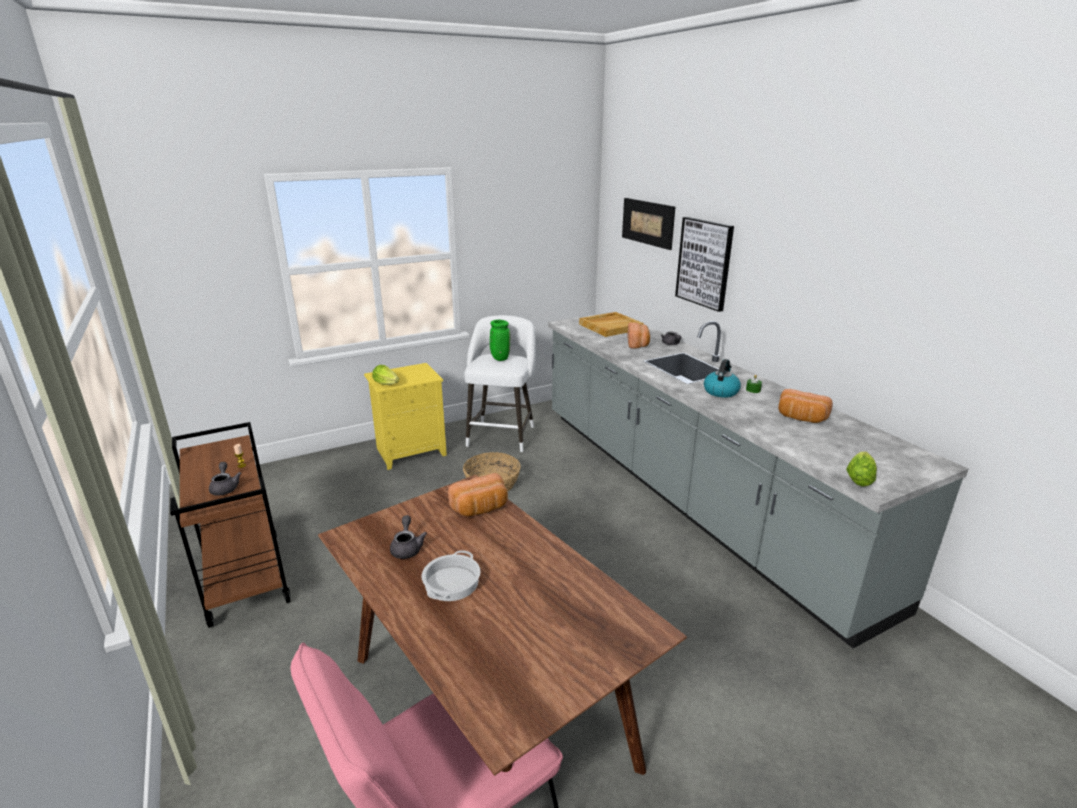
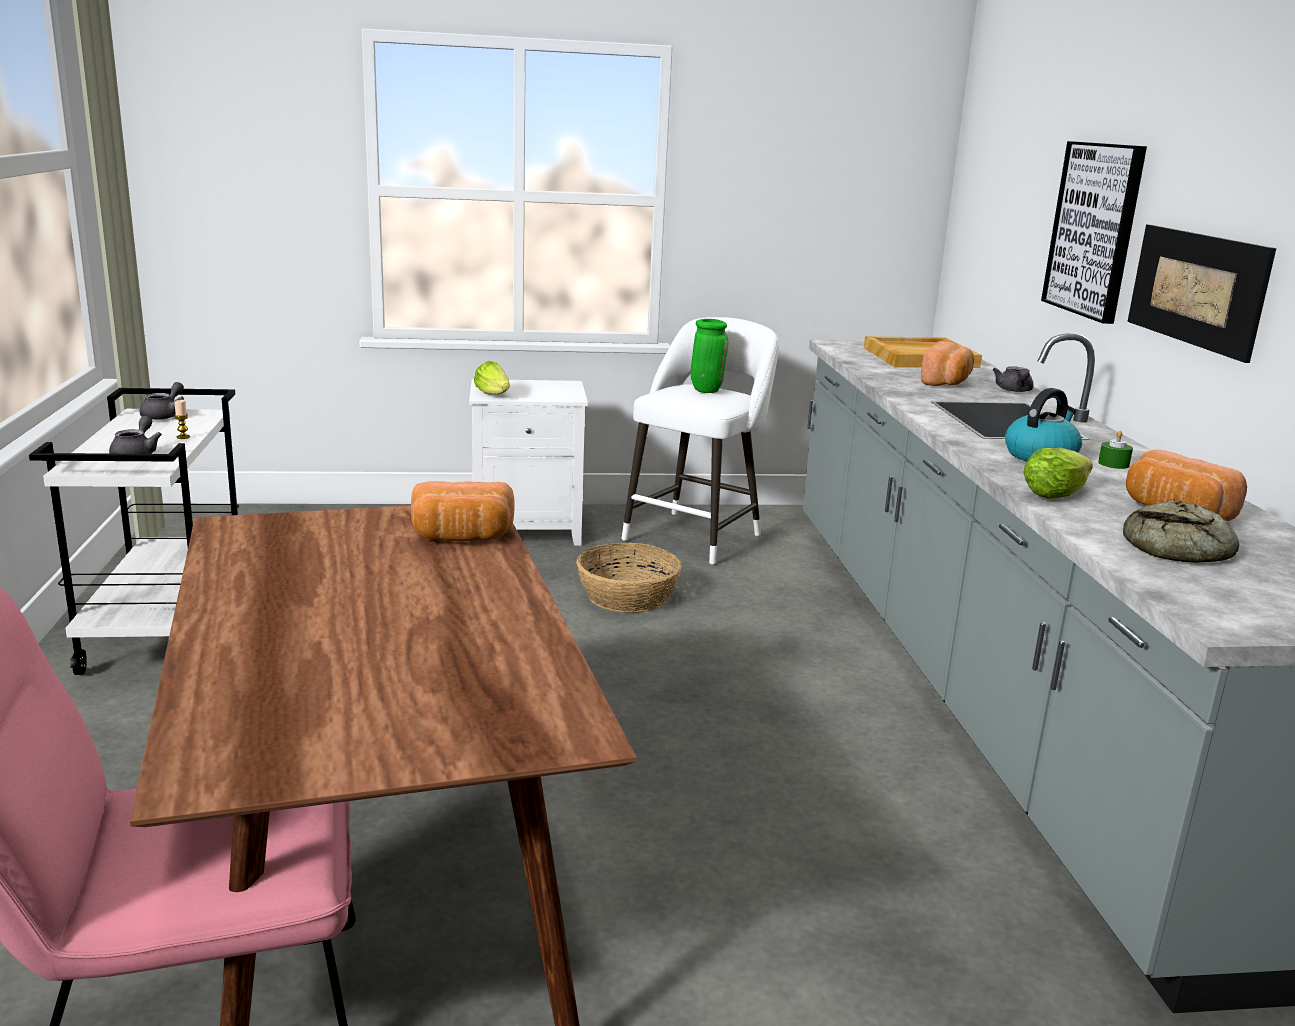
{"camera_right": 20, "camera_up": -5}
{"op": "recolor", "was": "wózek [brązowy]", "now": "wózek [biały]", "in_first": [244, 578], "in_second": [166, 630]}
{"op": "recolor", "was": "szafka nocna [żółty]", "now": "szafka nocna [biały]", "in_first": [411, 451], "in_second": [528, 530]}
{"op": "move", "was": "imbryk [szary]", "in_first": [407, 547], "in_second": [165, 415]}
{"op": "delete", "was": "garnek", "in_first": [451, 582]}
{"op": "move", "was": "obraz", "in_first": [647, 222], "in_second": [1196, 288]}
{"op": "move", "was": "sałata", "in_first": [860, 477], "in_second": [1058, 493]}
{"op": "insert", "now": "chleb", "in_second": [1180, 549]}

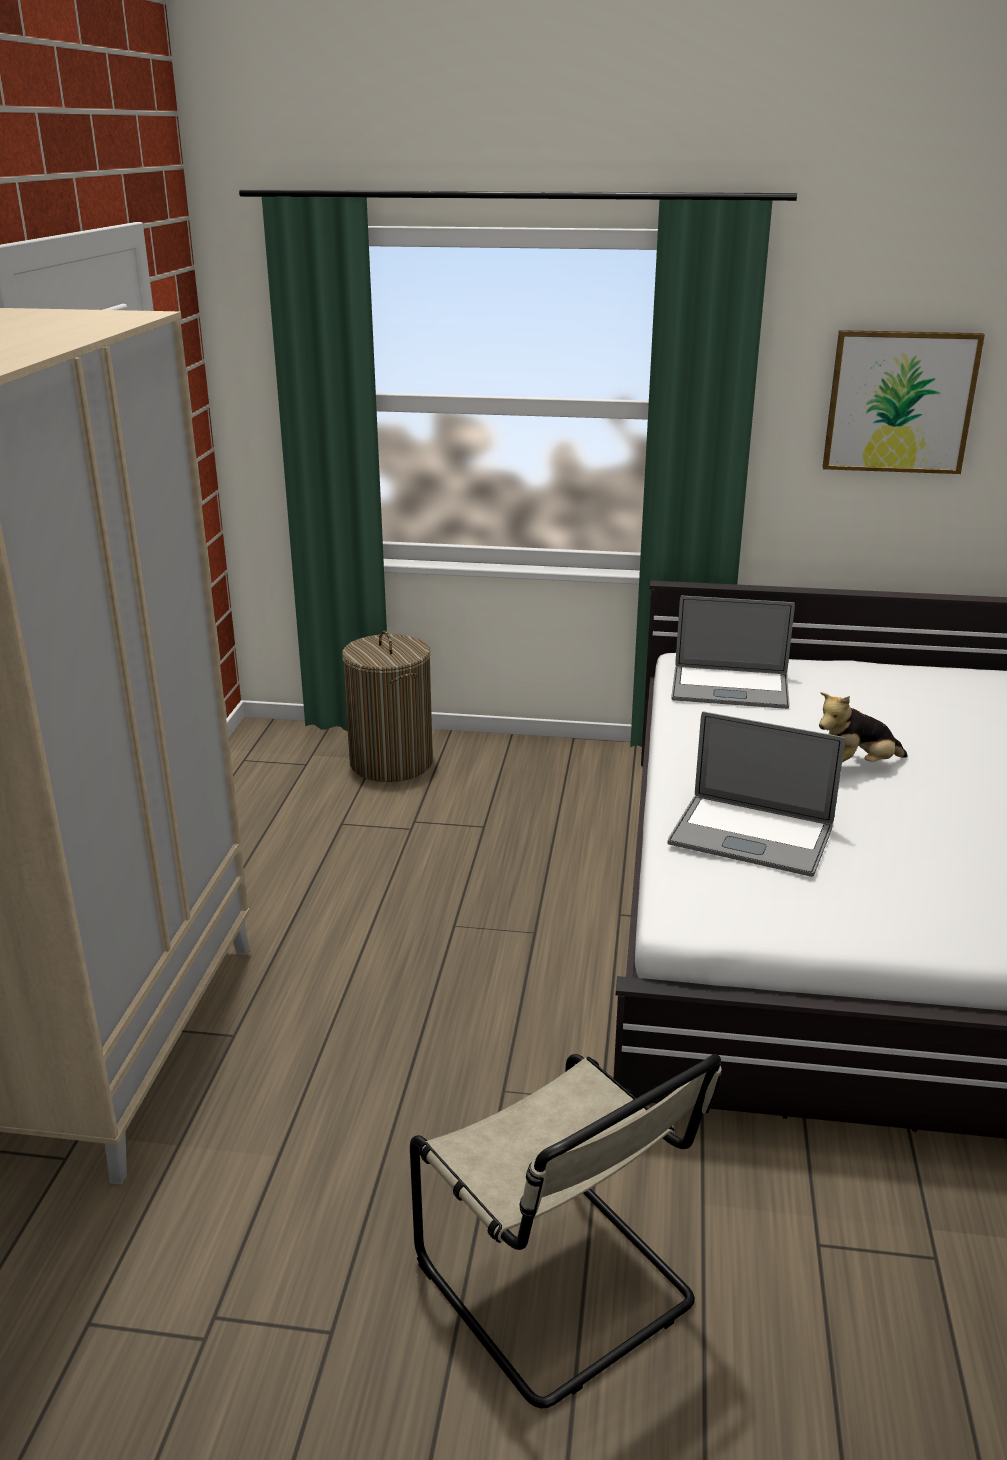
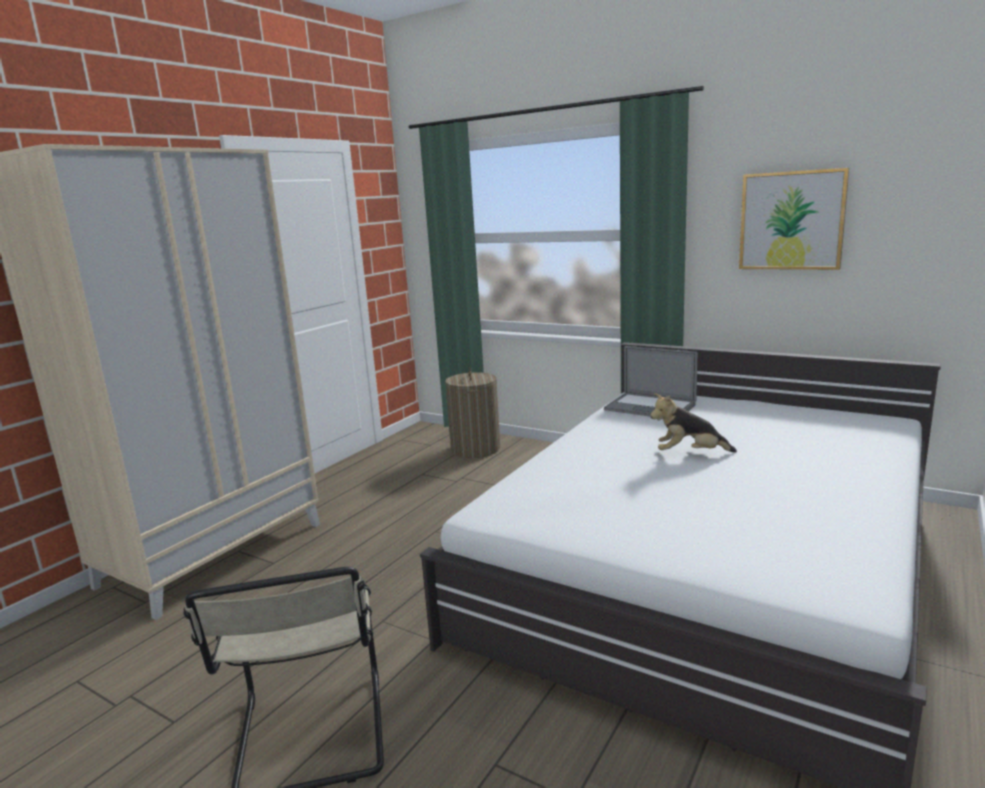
{"camera_right": 25, "camera_up": -10}
{"op": "delete", "was": "laptop", "in_first": [750, 835]}

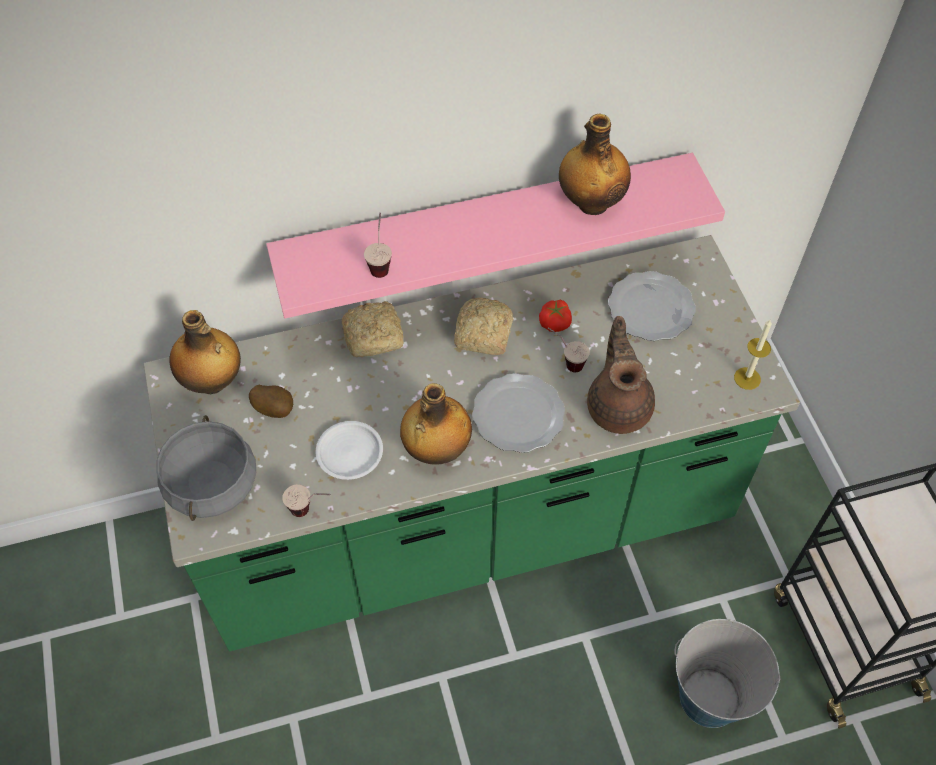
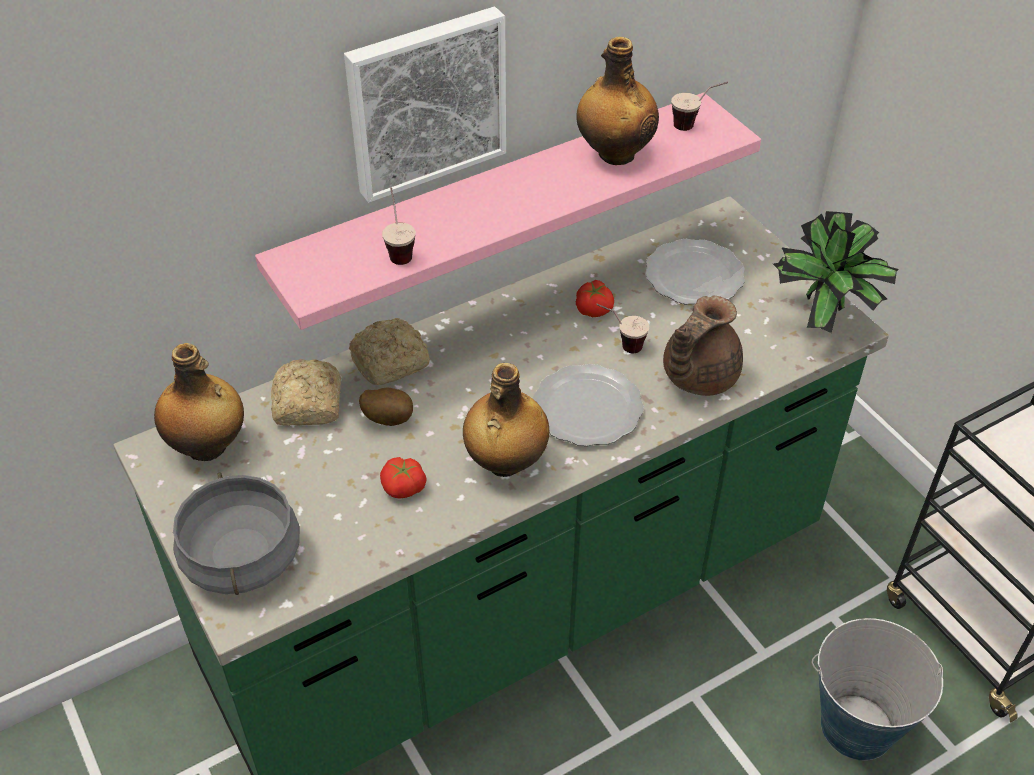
{"camera_right": -15, "camera_up": -10}
{"op": "move", "was": "ziemniak", "in_first": [275, 409], "in_second": [388, 418]}
{"op": "move", "was": "filiżanka", "in_first": [310, 511], "in_second": [695, 125]}
{"op": "replace", "was": "talerz [biały]", "now": "pomidor", "in_first": [350, 453], "in_second": [404, 488]}
{"op": "move", "was": "chleb", "in_first": [482, 335], "in_second": [307, 405]}
{"op": "rotate", "was": "imbryk [brązowy]", "in_first": [619, 406], "in_second": [697, 376], "clockwise": -120}
{"op": "replace", "was": "świeca", "now": "roślina doniczkowa", "in_first": [747, 378], "in_second": [824, 323]}
{"op": "insert", "now": "obraz", "in_second": [425, 101]}

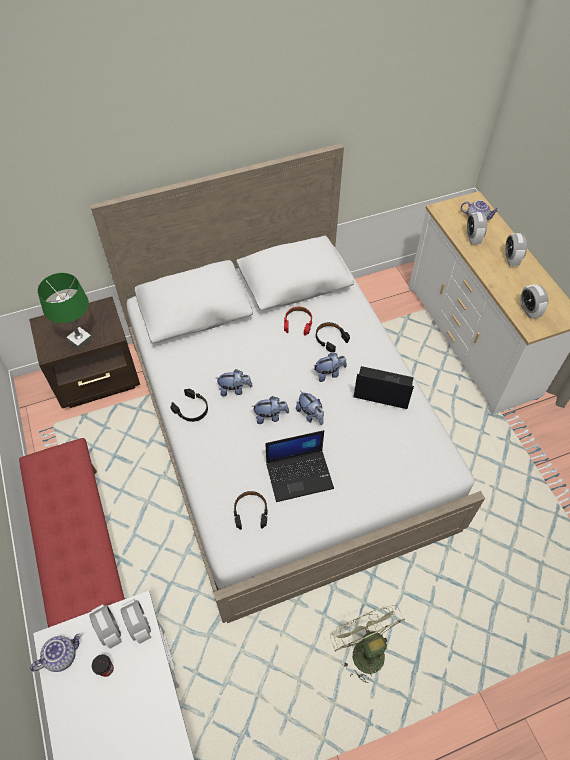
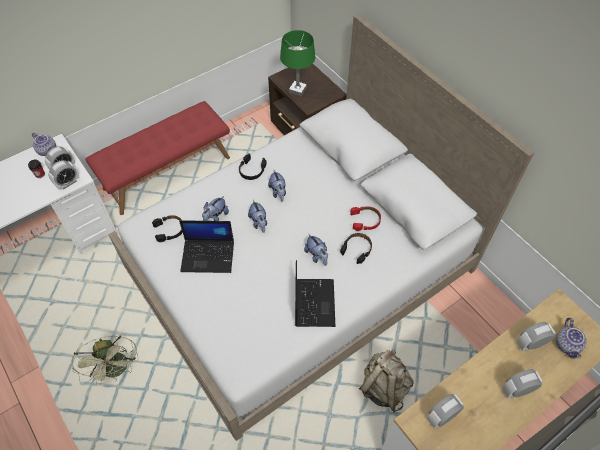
{"camera_right": 75, "camera_up": 0}
{"op": "rotate", "was": "laptop", "in_first": [300, 474], "in_second": [208, 255], "clockwise": -60}
{"op": "move", "was": "pluszak", "in_first": [310, 415], "in_second": [215, 217]}
{"op": "rotate", "was": "wentylator [zielony]", "in_first": [363, 649], "in_second": [117, 370], "clockwise": 105}
{"op": "insert", "now": "plecak [beżowy]", "in_second": [383, 387]}

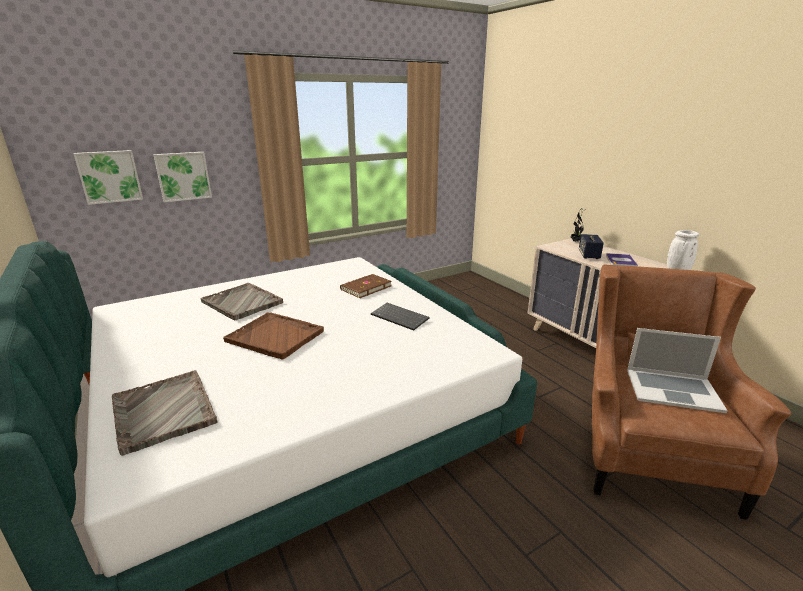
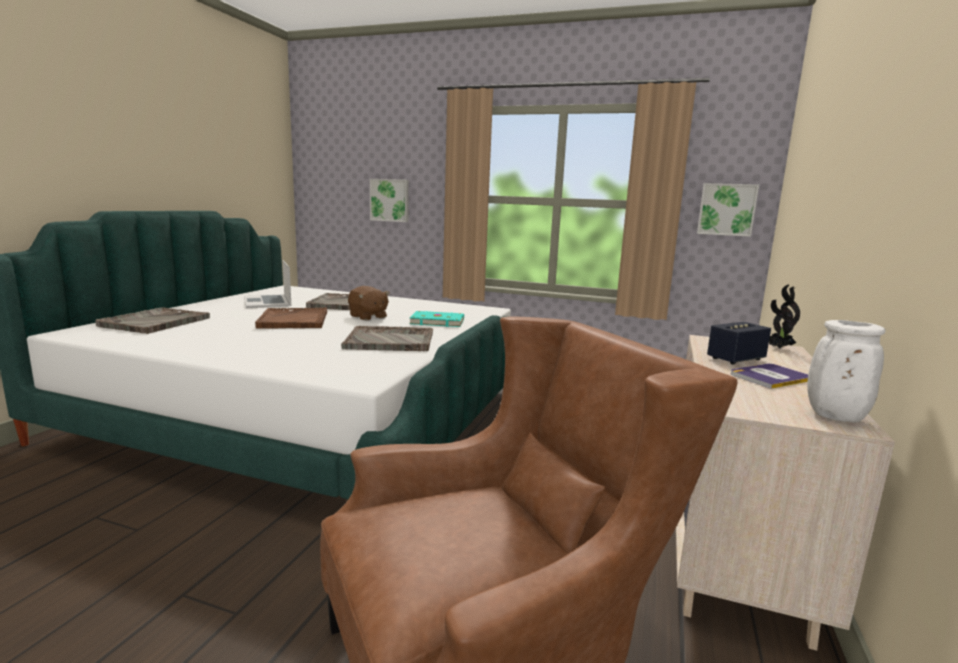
{"camera_right": 50, "camera_up": -10}
{"op": "move", "was": "obraz", "in_first": [109, 176], "in_second": [726, 209]}
{"op": "recolor", "was": "książka [brązowy]", "now": "książka [turkusowy]", "in_first": [365, 288], "in_second": [437, 321]}
{"op": "replace", "was": "klawiatura", "now": "taca [szary]", "in_first": [400, 317], "in_second": [391, 341]}
{"op": "move", "was": "laptop", "in_first": [672, 389], "in_second": [267, 302]}
{"op": "insert", "now": "pluszak [brązowy]", "in_second": [368, 317]}

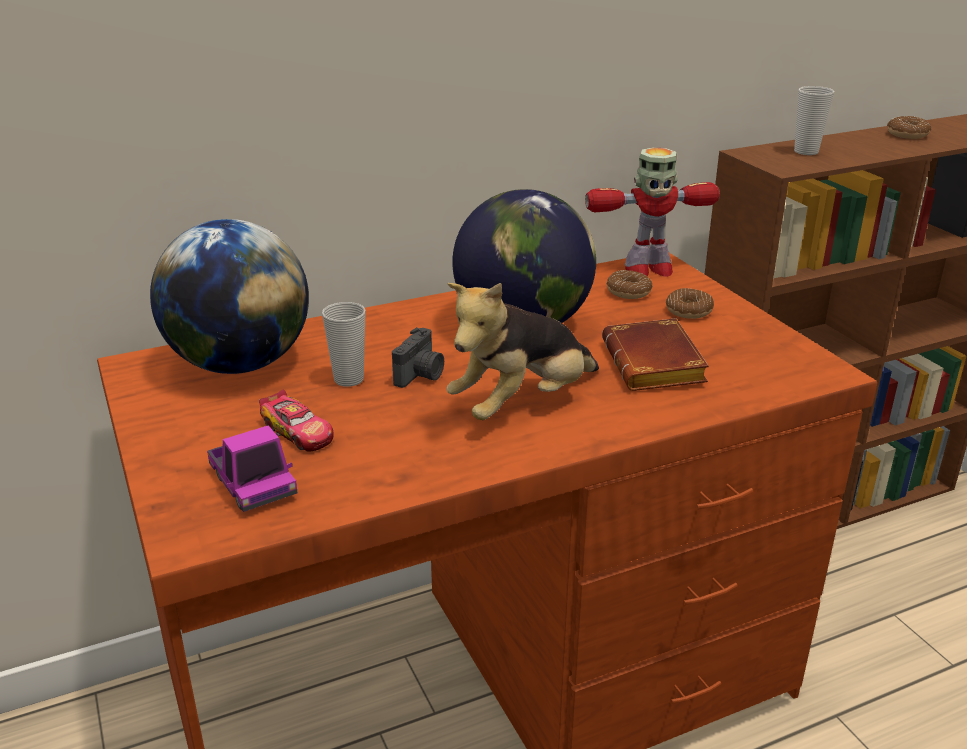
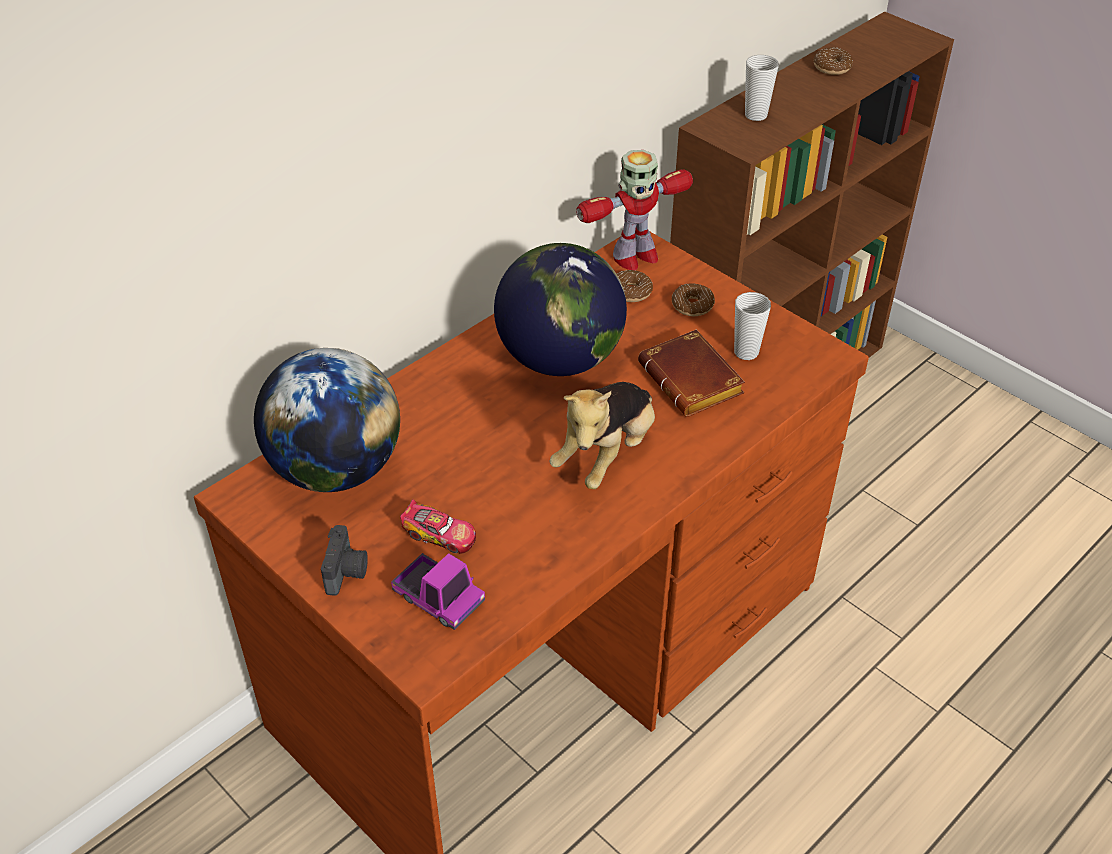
{"camera_right": -20, "camera_up": 15}
{"op": "move", "was": "filiżanka", "in_first": [349, 379], "in_second": [746, 352]}
{"op": "move", "was": "aparat fotograficzny", "in_first": [421, 375], "in_second": [347, 572]}

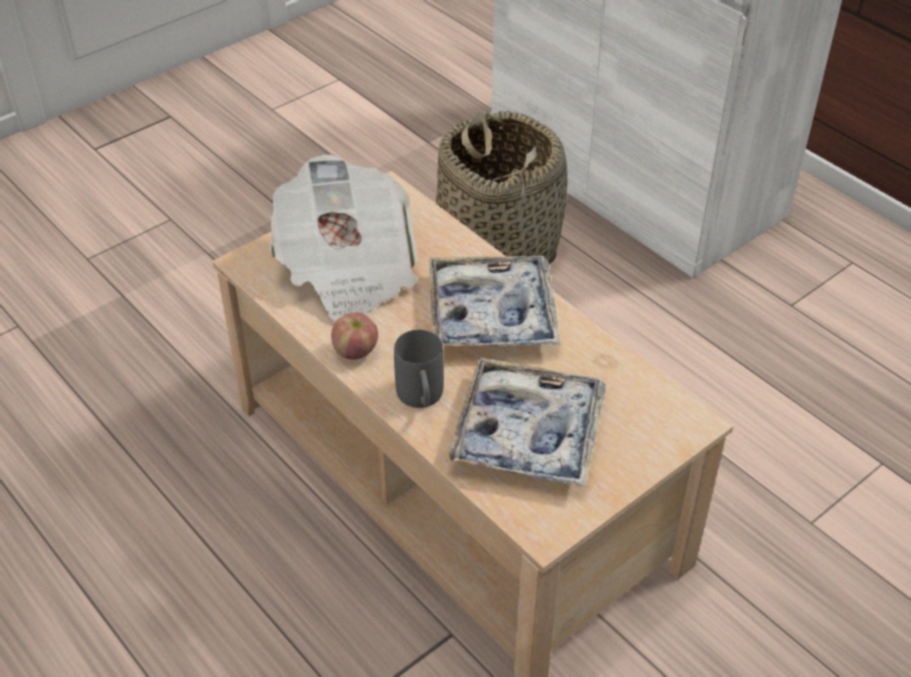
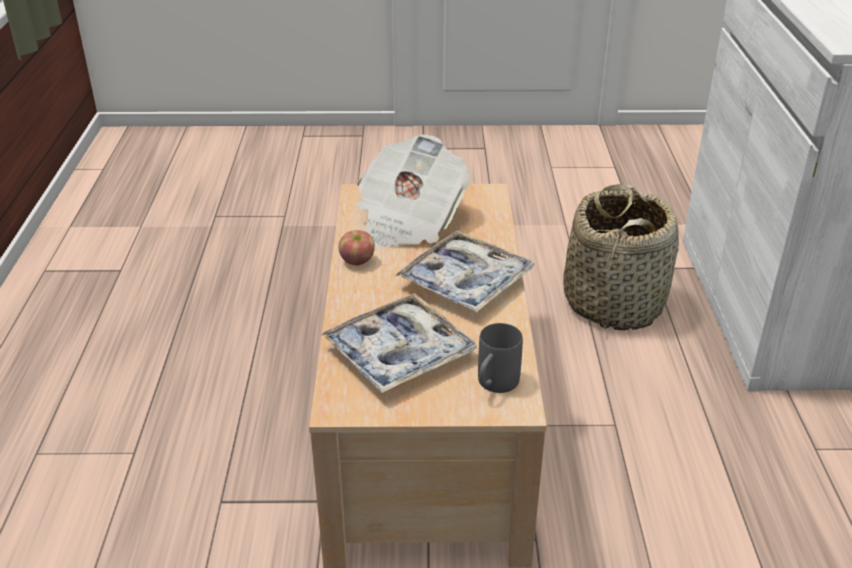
{"camera_right": 40, "camera_up": -10}
{"op": "move", "was": "kubek [szary]", "in_first": [421, 399], "in_second": [494, 385]}

